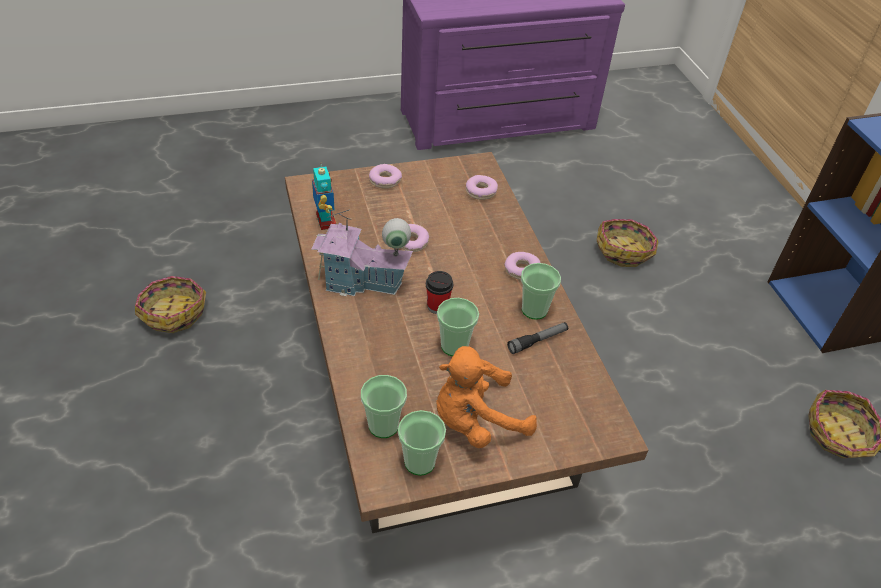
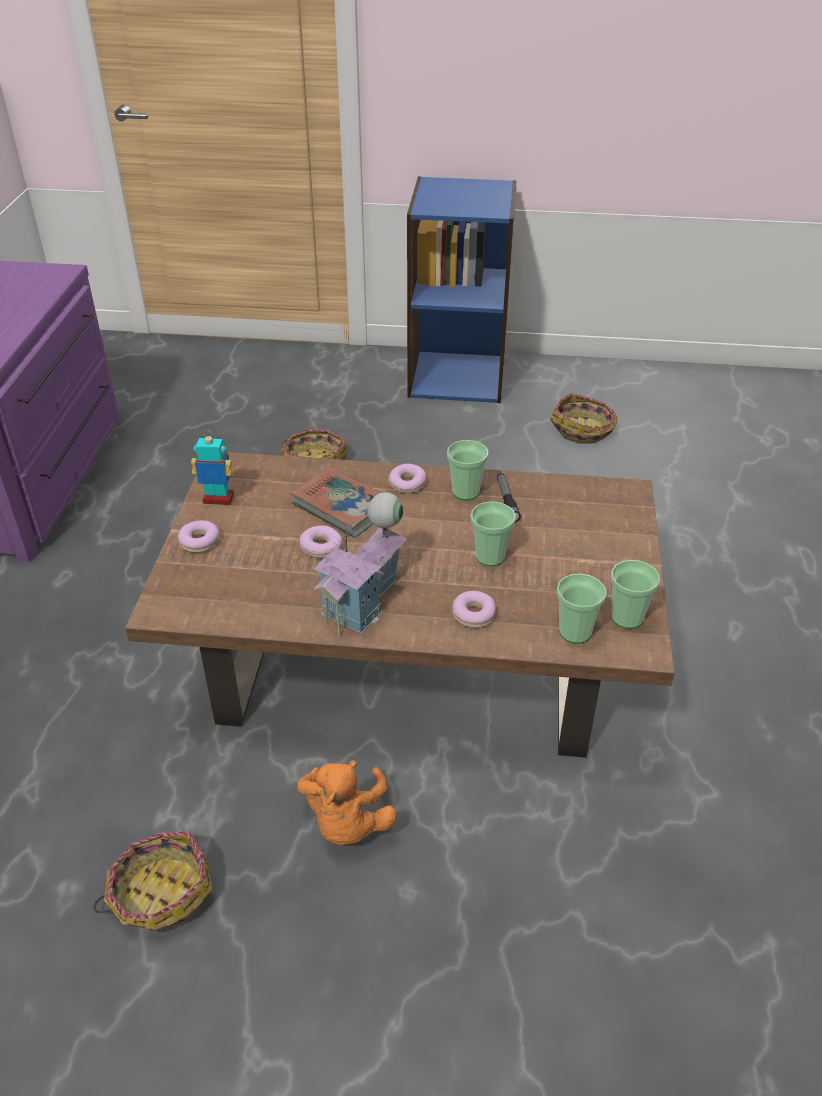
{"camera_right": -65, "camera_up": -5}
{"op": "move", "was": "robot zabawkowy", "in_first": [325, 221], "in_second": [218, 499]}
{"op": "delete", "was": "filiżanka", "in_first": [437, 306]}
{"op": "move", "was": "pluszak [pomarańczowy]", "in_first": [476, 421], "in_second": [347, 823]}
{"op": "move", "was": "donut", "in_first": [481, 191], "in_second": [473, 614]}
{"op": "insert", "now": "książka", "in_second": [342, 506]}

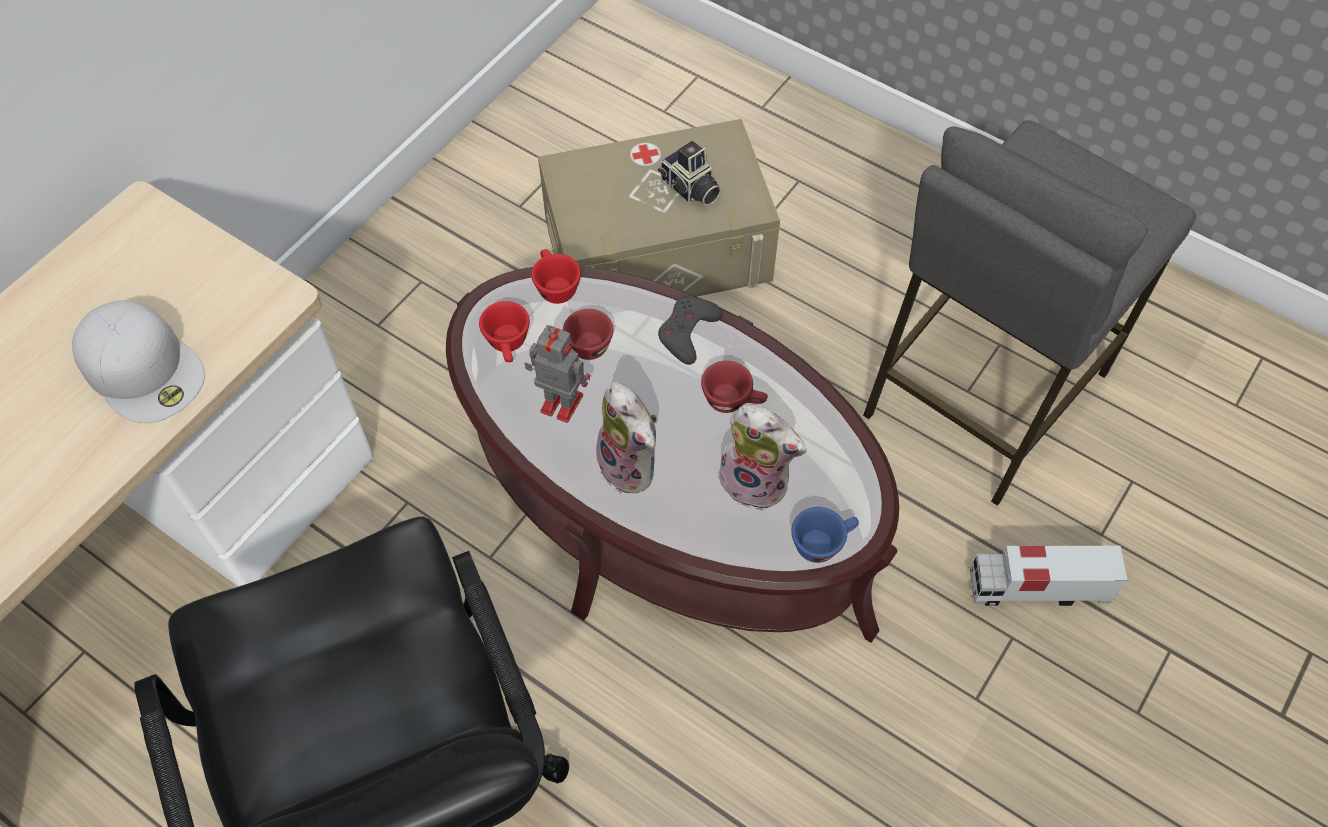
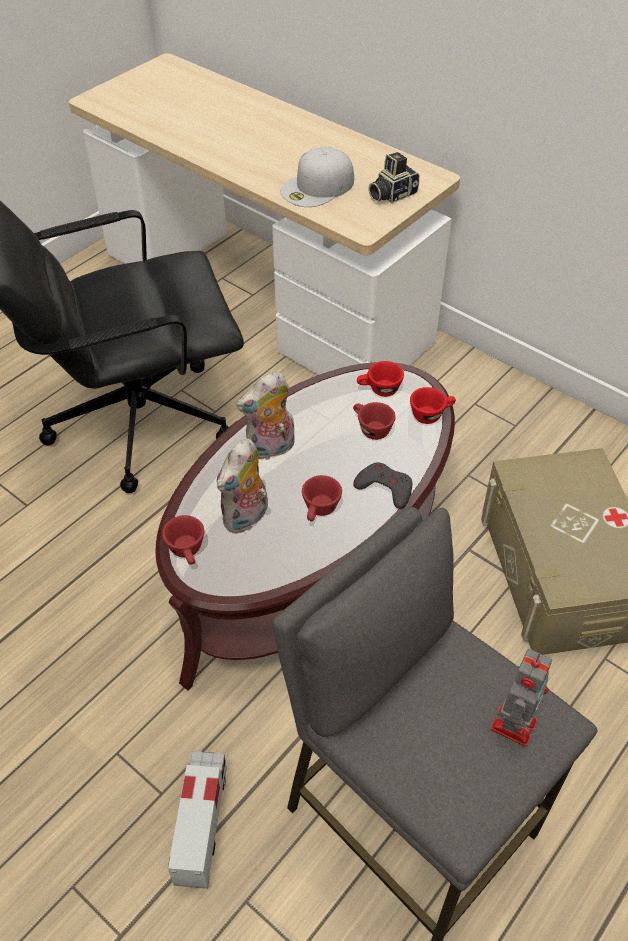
{"camera_right": 95, "camera_up": -10}
{"op": "move", "was": "robot zabawkowy", "in_first": [559, 402], "in_second": [514, 722]}
{"op": "move", "was": "aparat fotograficzny", "in_first": [690, 189], "in_second": [391, 194]}
{"op": "recolor", "was": "filiżanka [niebieski]", "now": "filiżanka [czerwony]", "in_first": [822, 542], "in_second": [188, 552]}

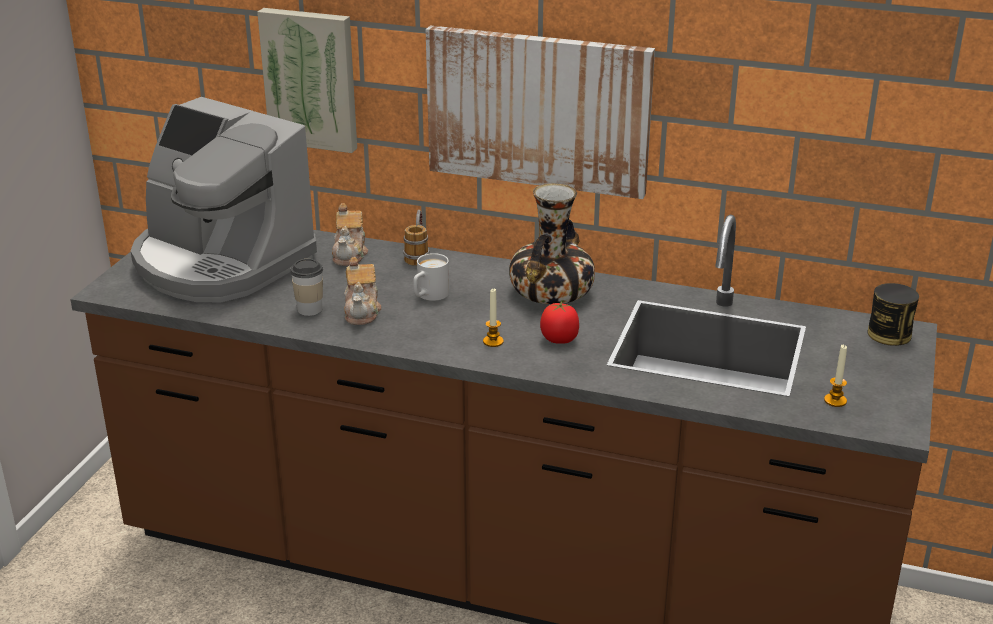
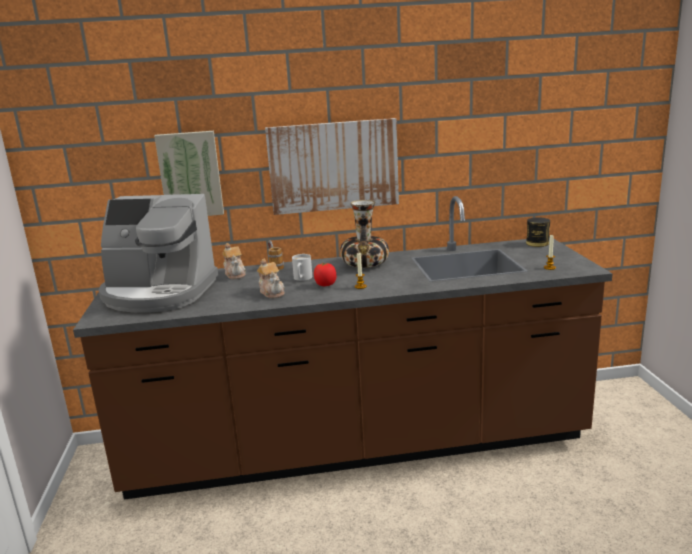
{"camera_right": -25, "camera_up": -10}
{"op": "delete", "was": "filiżanka", "in_first": [310, 309]}
{"op": "move", "was": "pomidor", "in_first": [559, 339], "in_second": [325, 285]}

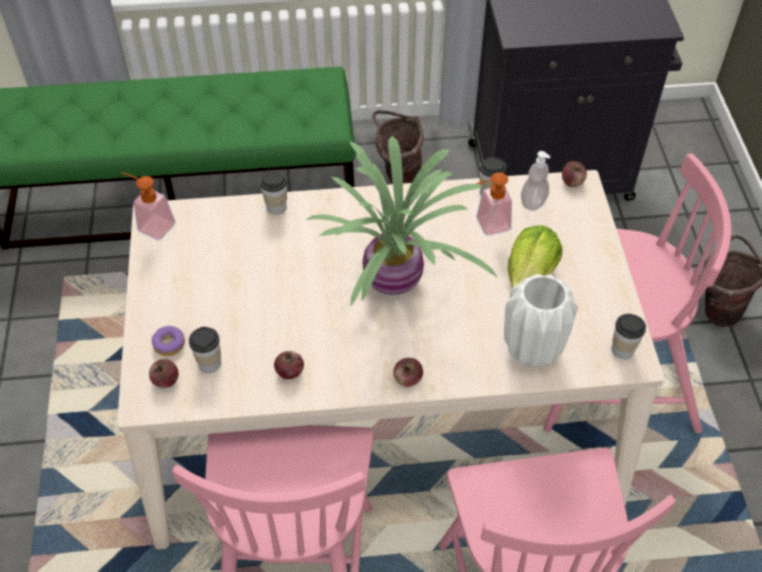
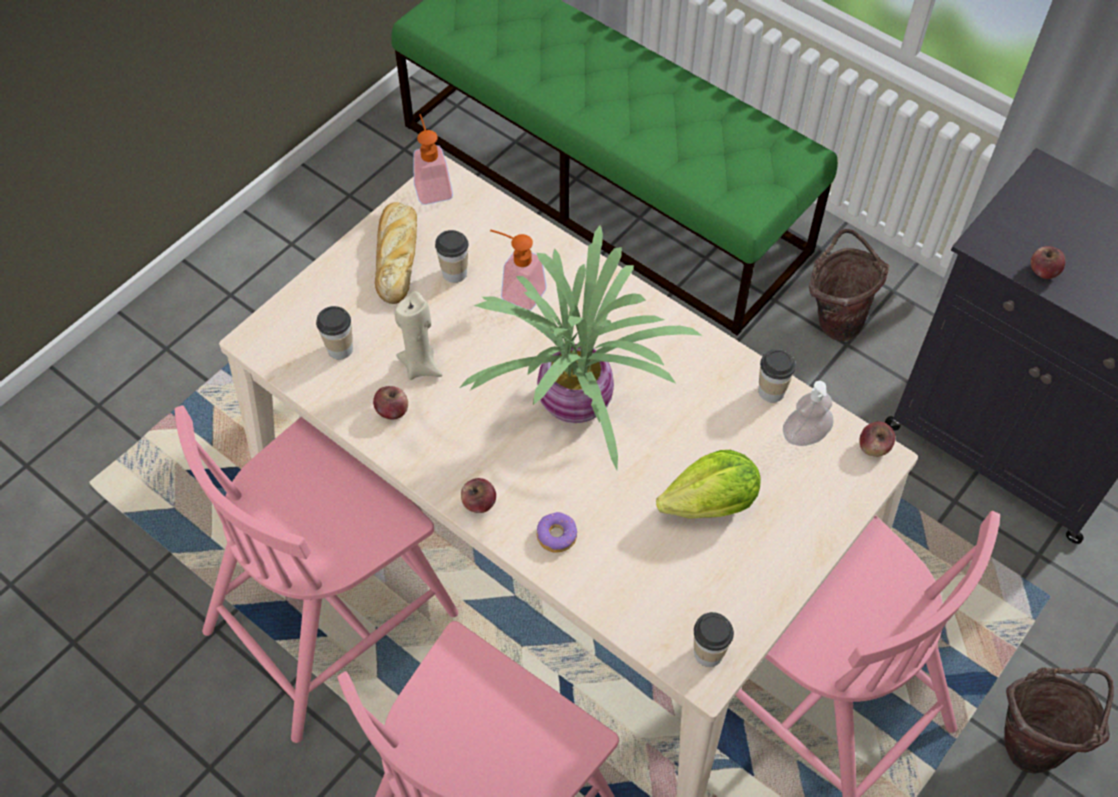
{"camera_right": 45, "camera_up": 5}
{"op": "move", "was": "jabłko", "in_first": [165, 380], "in_second": [1043, 271]}
{"op": "move", "was": "donut", "in_first": [169, 344], "in_second": [557, 535]}
{"op": "move", "was": "filiżanka", "in_first": [276, 207], "in_second": [454, 273]}
{"op": "move", "was": "dozownik mydła", "in_first": [487, 225], "in_second": [516, 291]}
{"op": "delete", "was": "wazon [biały]", "in_first": [531, 350]}
{"op": "insert", "now": "chleb", "in_second": [397, 255]}
{"op": "insert", "now": "świeca [beżowy]", "in_second": [421, 365]}

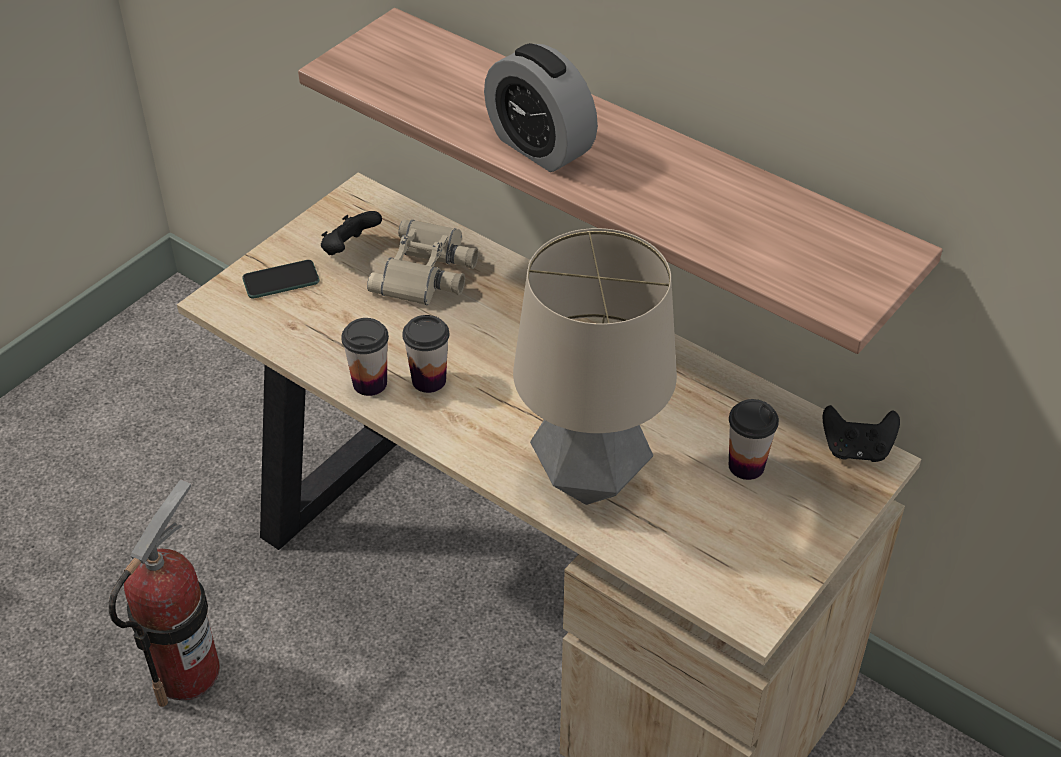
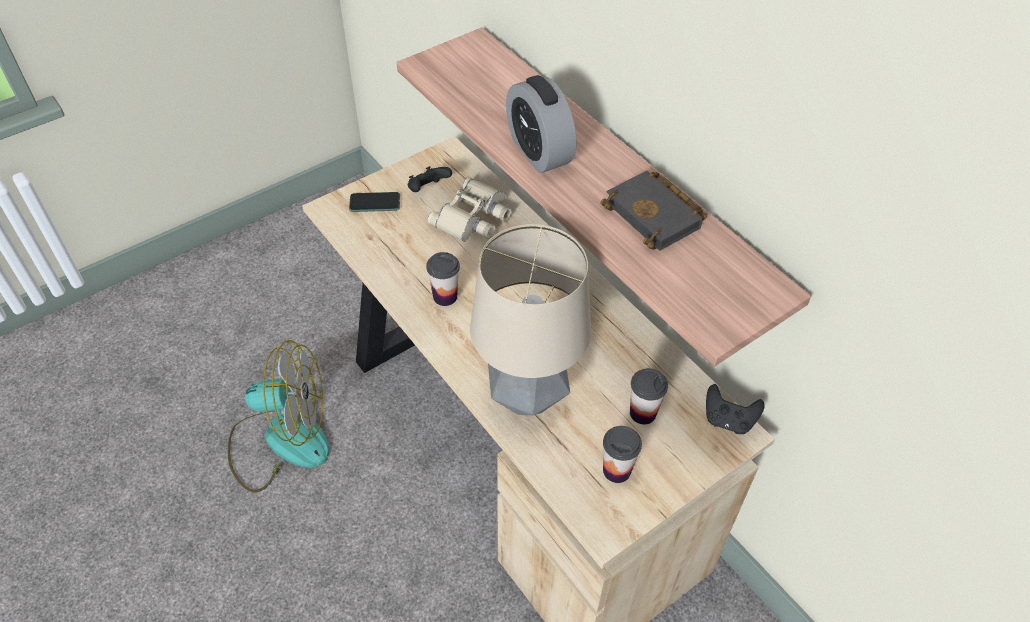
{"camera_right": 15, "camera_up": 5}
{"op": "replace", "was": "gaśnica", "now": "wentylator", "in_first": [186, 672], "in_second": [280, 440]}
{"op": "move", "was": "filiżanka", "in_first": [370, 383], "in_second": [616, 470]}
{"op": "insert", "now": "książka [czarny]", "in_second": [656, 216]}

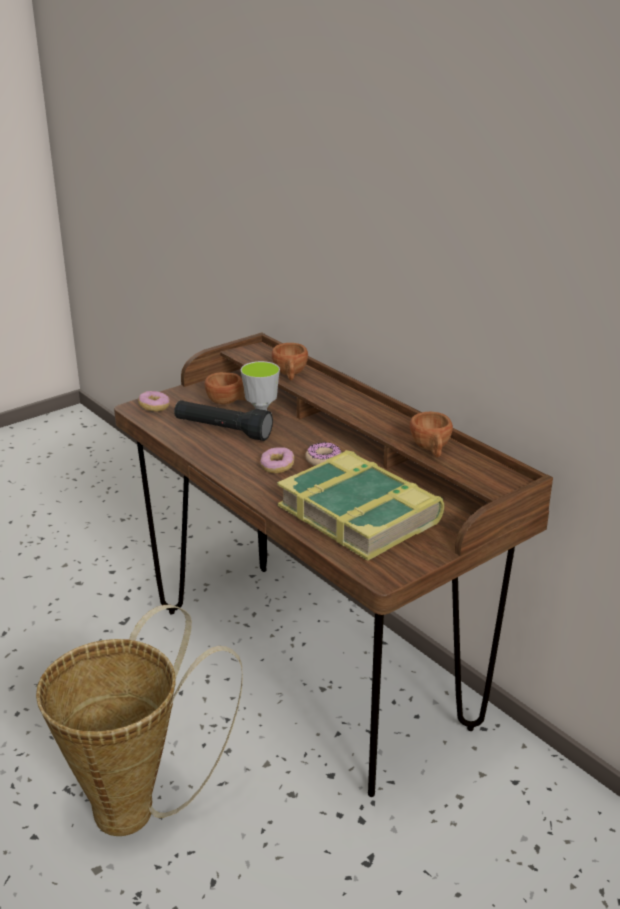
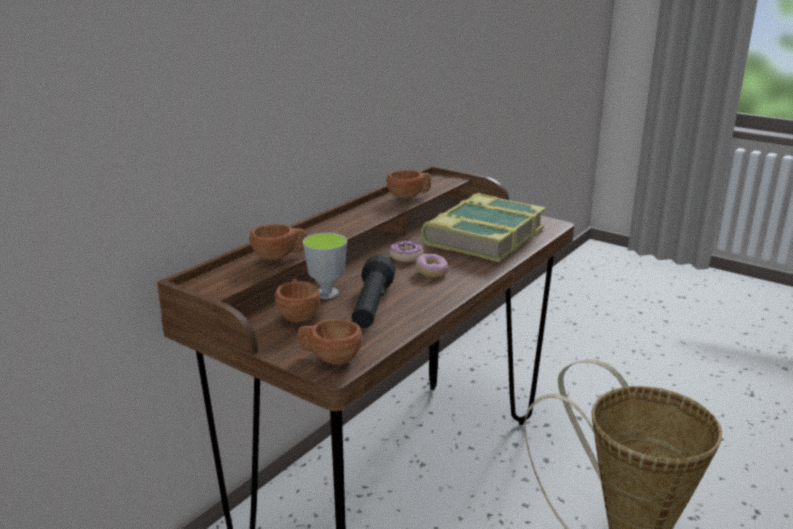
{"camera_right": -105, "camera_up": -5}
{"op": "replace", "was": "donut", "now": "filiżanka [brązowy]", "in_first": [154, 407], "in_second": [329, 358]}

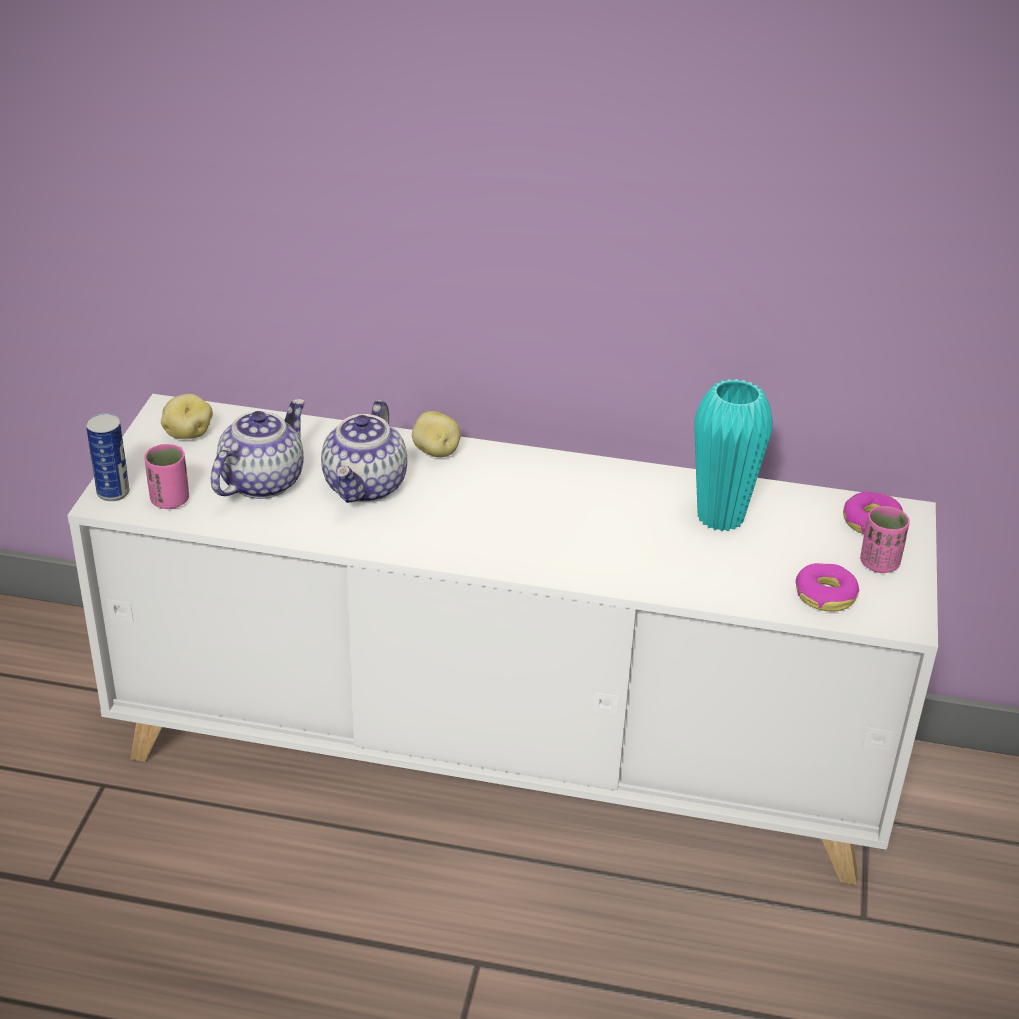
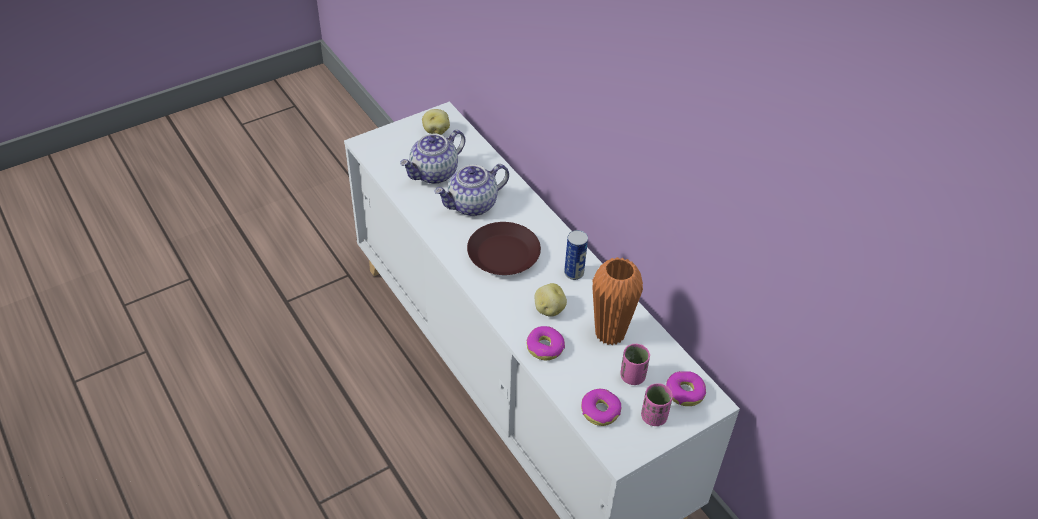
{"camera_right": 45, "camera_up": 10}
{"op": "move", "was": "puszka", "in_first": [113, 492], "in_second": [574, 273]}
{"op": "move", "was": "filiżanka [różowy]", "in_first": [170, 500], "in_second": [632, 376]}
{"op": "rotate", "was": "imbryk", "in_first": [261, 481], "in_second": [434, 173], "clockwise": 150}
{"op": "move", "was": "ziemniak", "in_first": [436, 452], "in_second": [548, 309]}
{"op": "recolor", "was": "wazon [turkusowy]", "now": "wazon [pomarańczowy]", "in_first": [720, 517], "in_second": [610, 334]}
{"op": "insert", "now": "talerz [brązowy]", "in_second": [503, 254]}
{"op": "insert", "now": "donut", "in_second": [545, 347]}

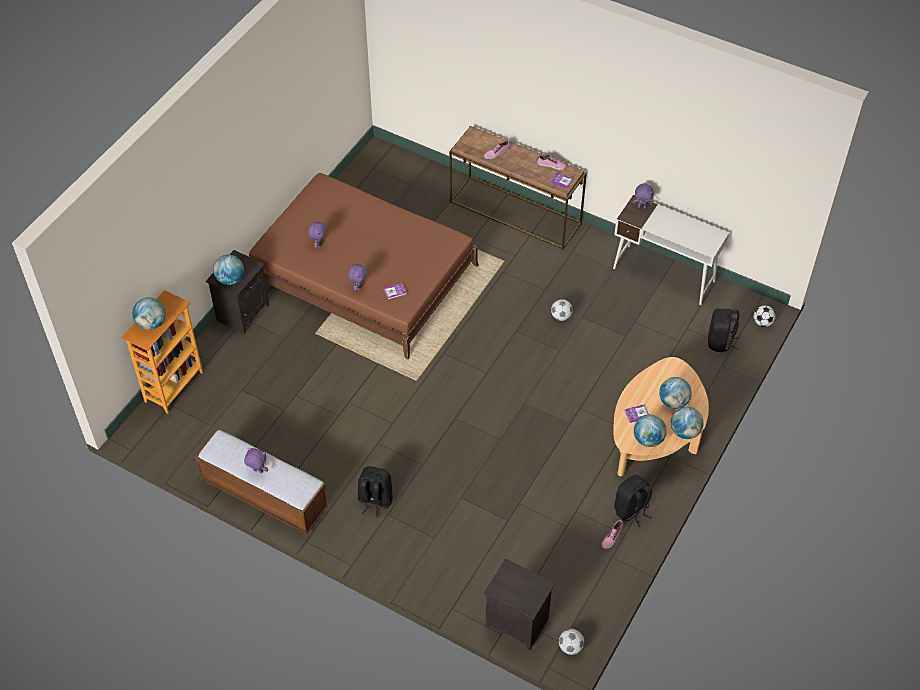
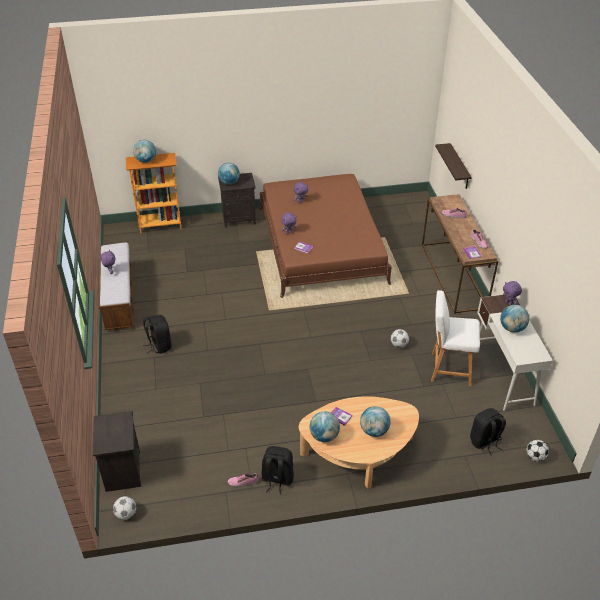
{"camera_right": 50, "camera_up": -10}
{"op": "move", "was": "globus", "in_first": [685, 432], "in_second": [512, 328]}
{"op": "insert", "now": "stołek [biały]", "in_second": [448, 368]}
{"op": "insert", "now": "półka", "in_second": [459, 167]}

